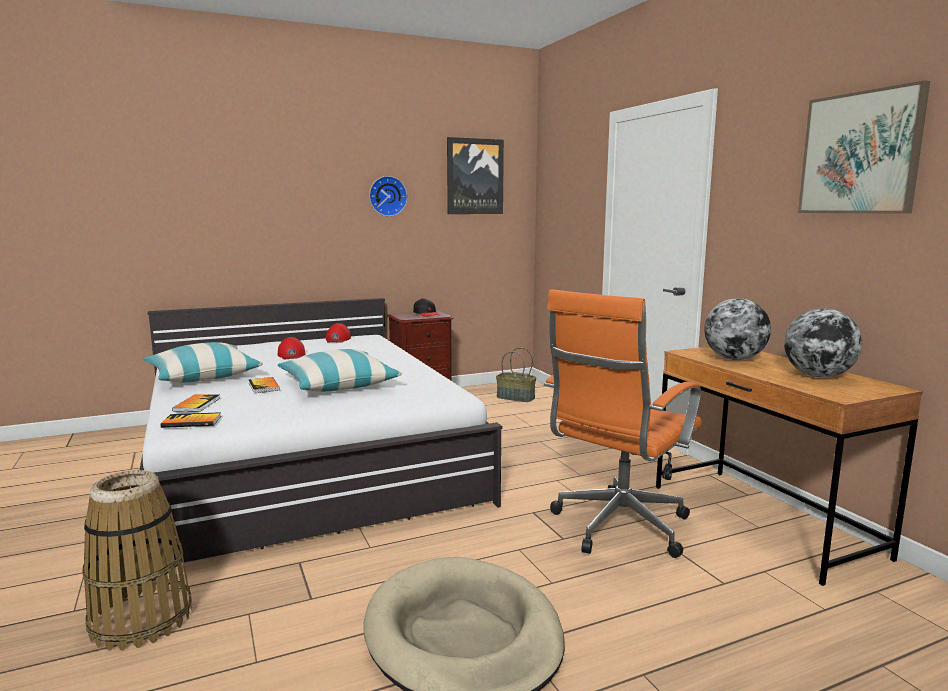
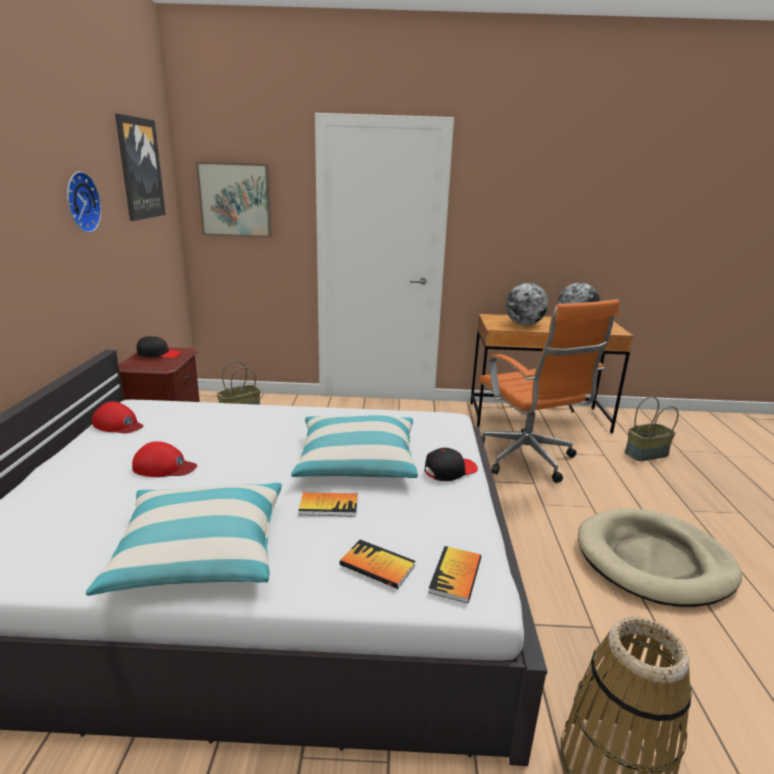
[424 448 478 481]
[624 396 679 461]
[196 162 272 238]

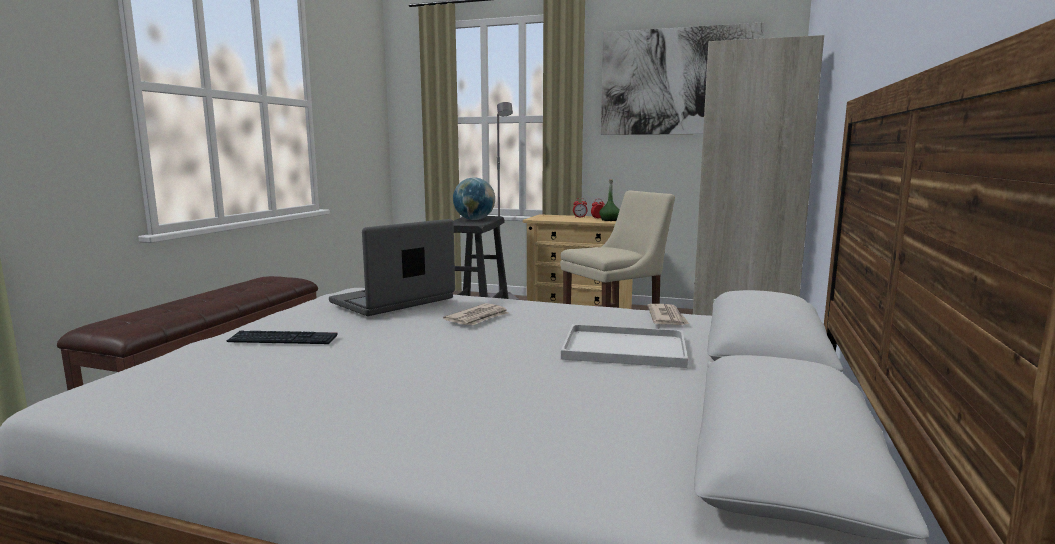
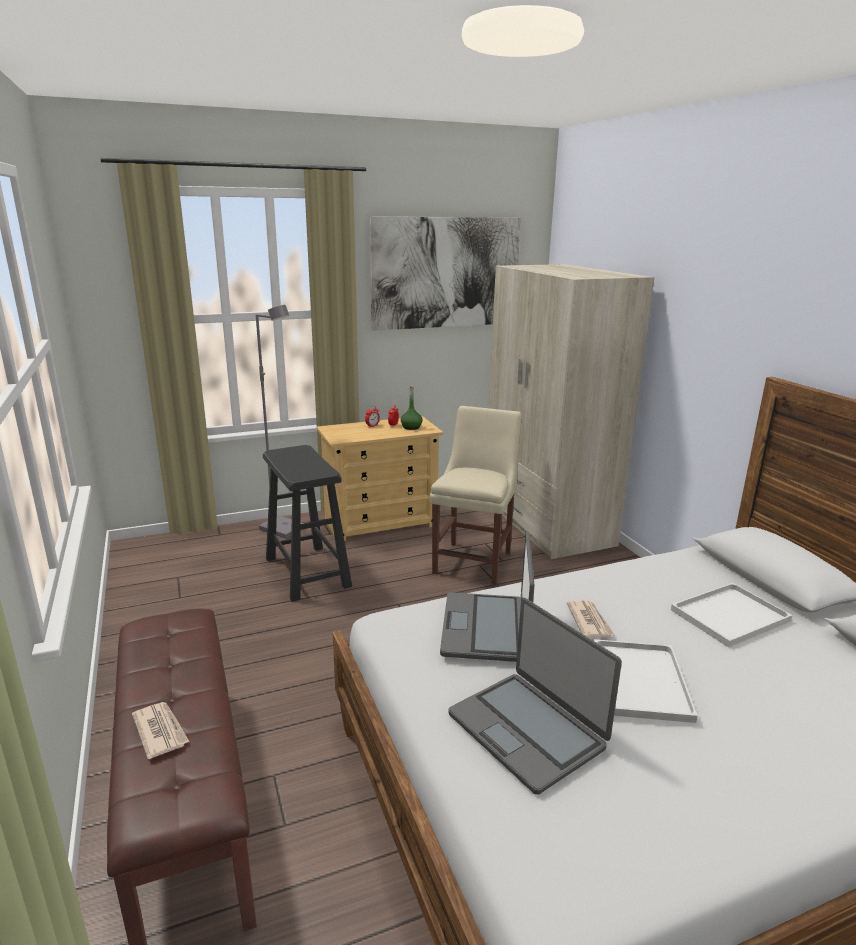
[453 177 495 220] (first image)
[594 639 698 723]
[132 702 189 759]
[448 598 622 795]

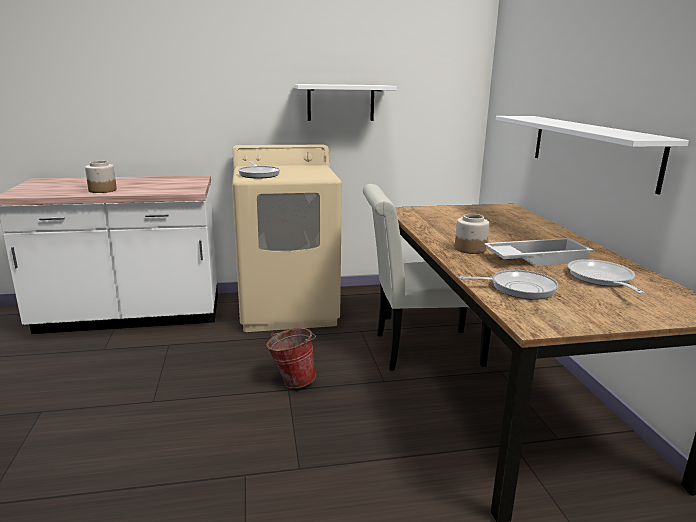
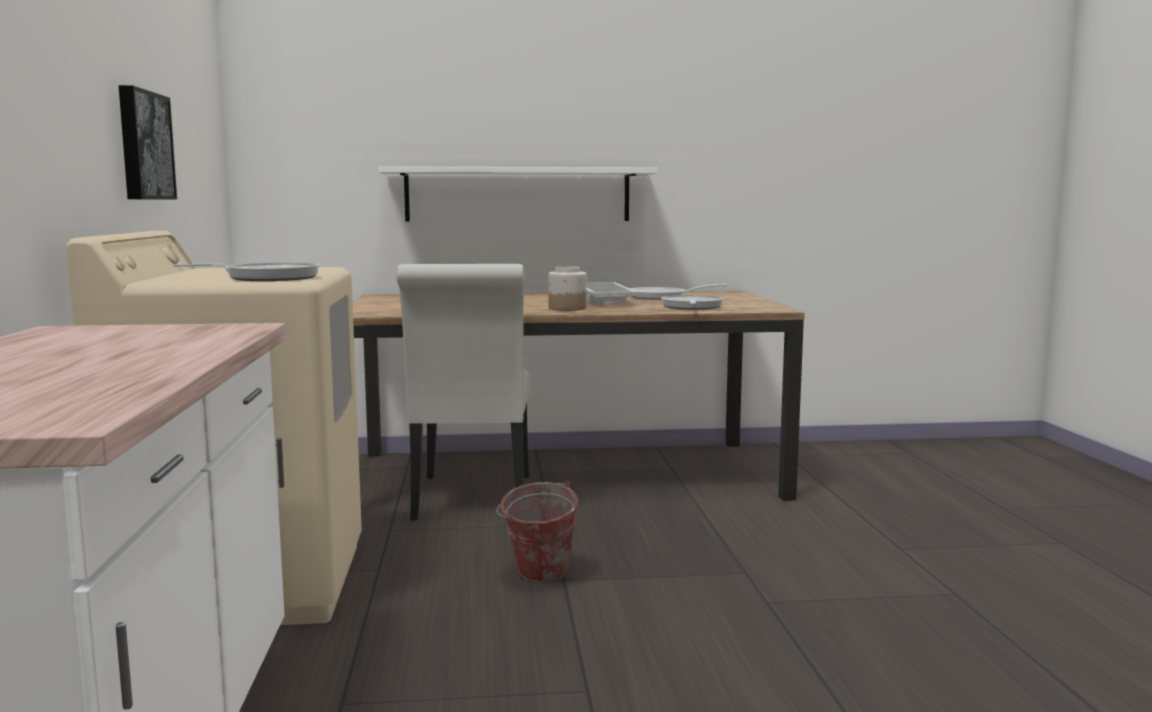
[85 161 117 193] (first image)
[119 85 177 200]

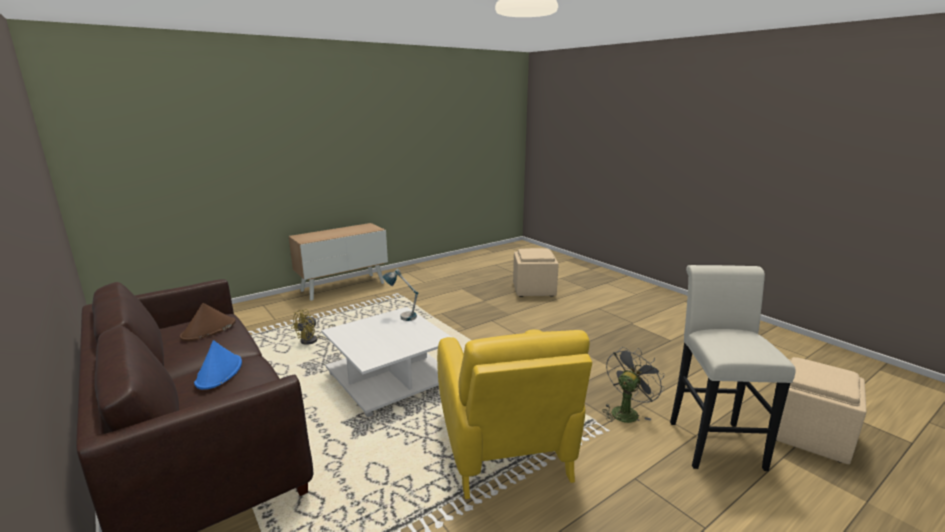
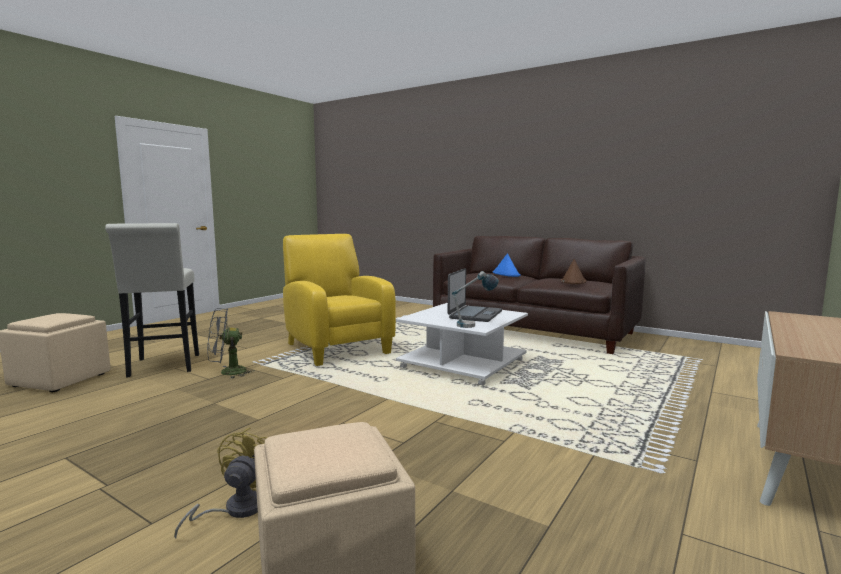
[448 268 502 322]
[174 428 267 539]
[207 308 255 379]

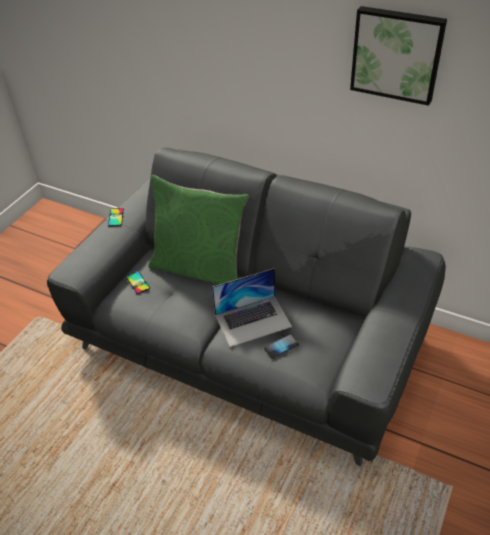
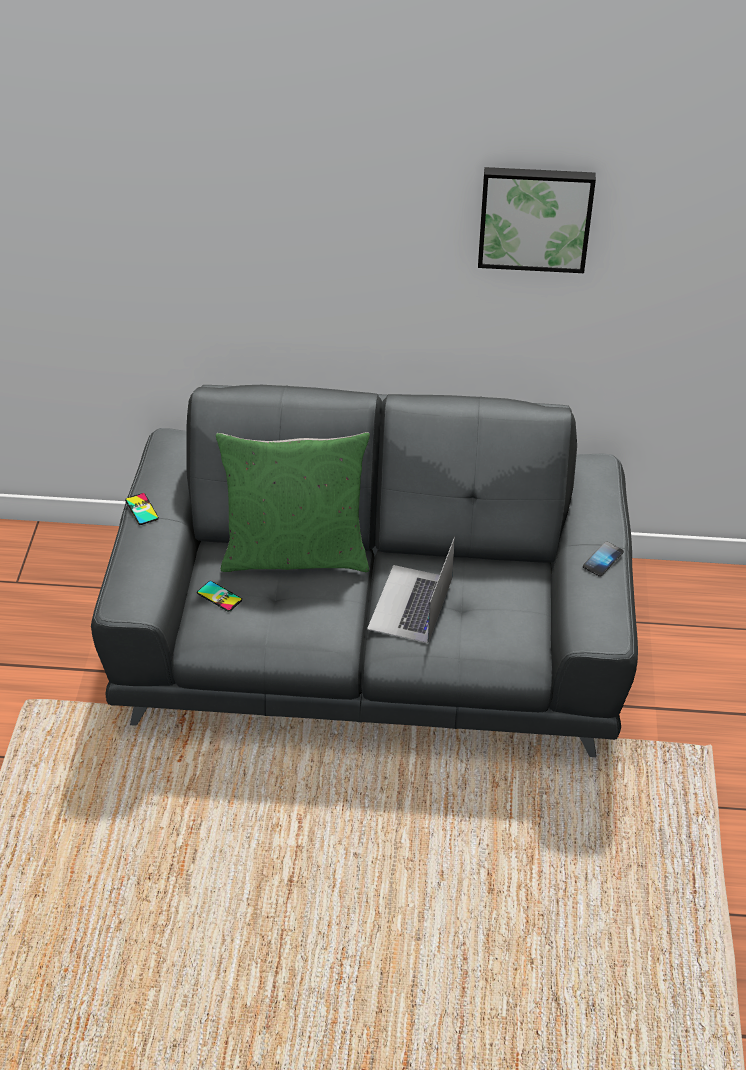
[583 541 624 577]
[367 537 455 643]

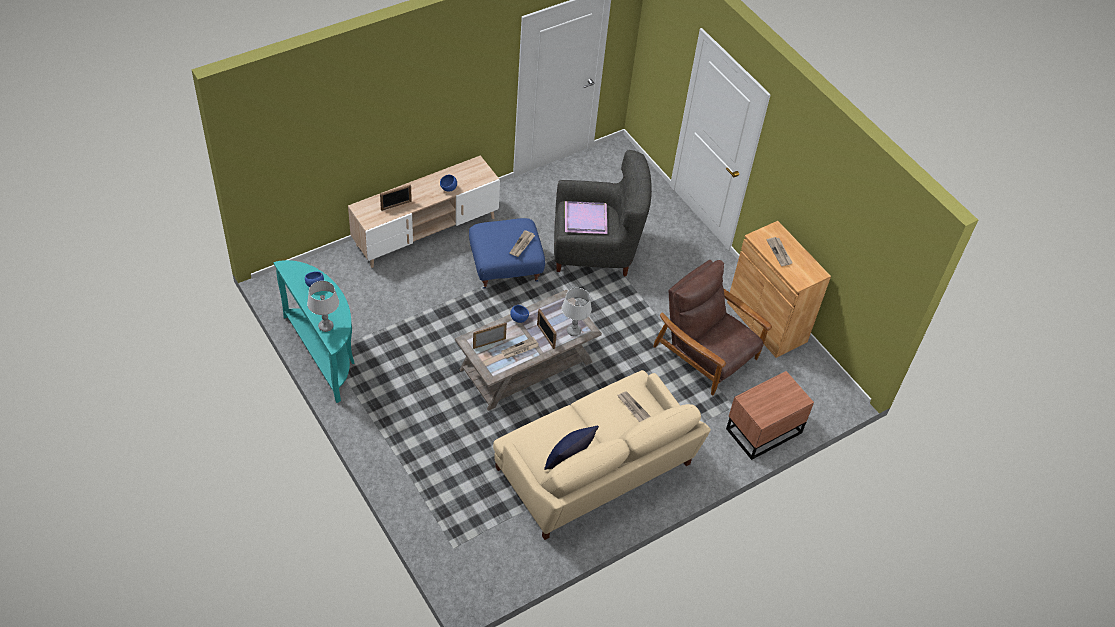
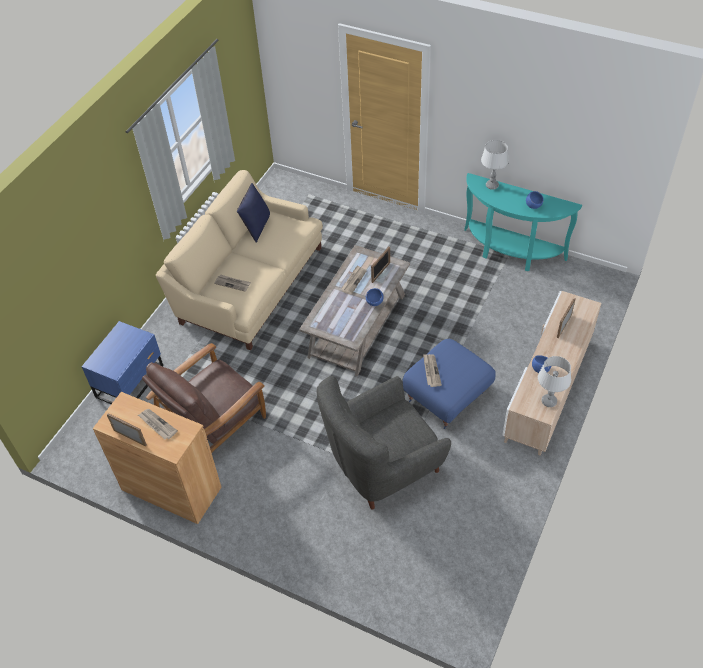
[565 201 608 234] (first image)
[107 414 146 446]
[538 356 571 407]
[82 321 163 404]
[142 343 266 453]

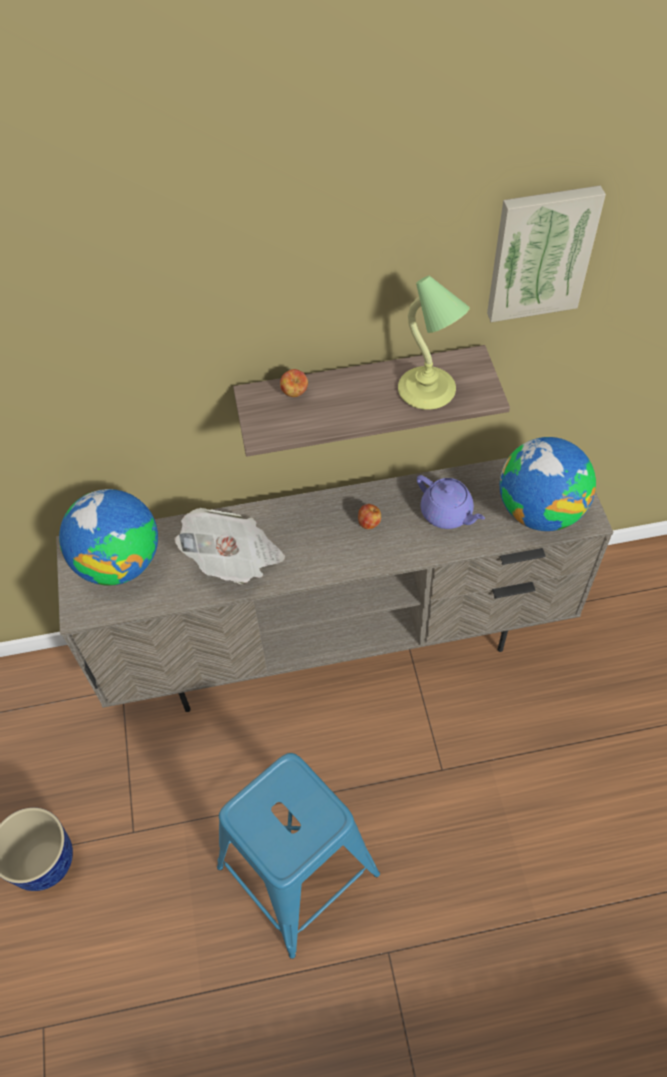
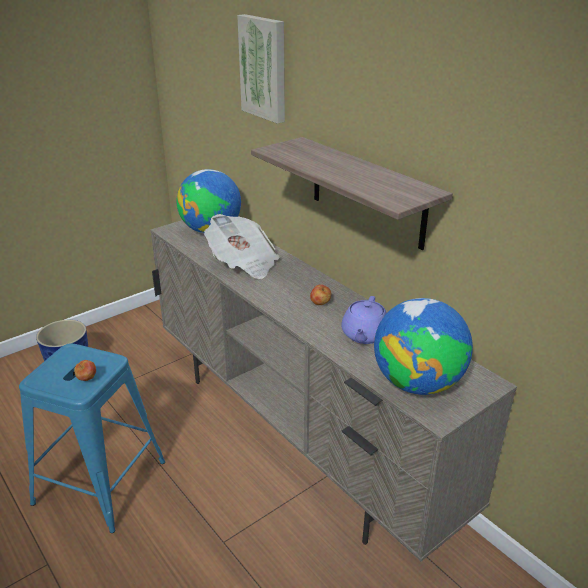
[398 275 470 410] (first image)
[74 360 96 381]
[237 14 285 124]

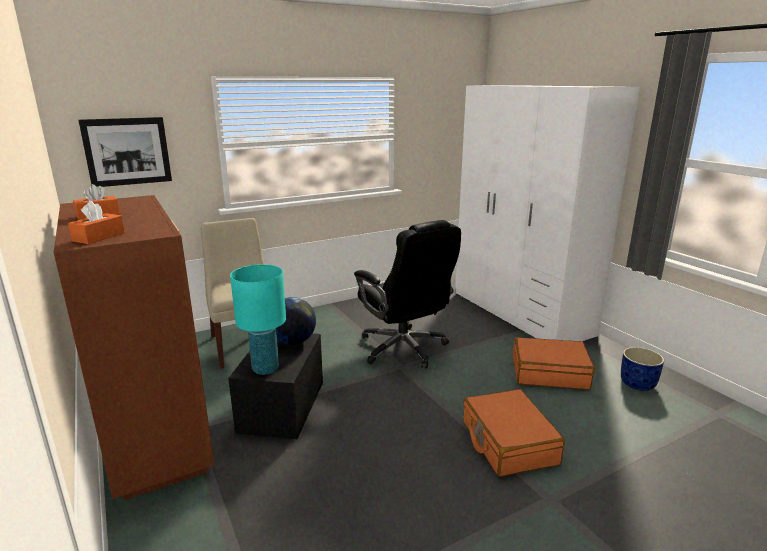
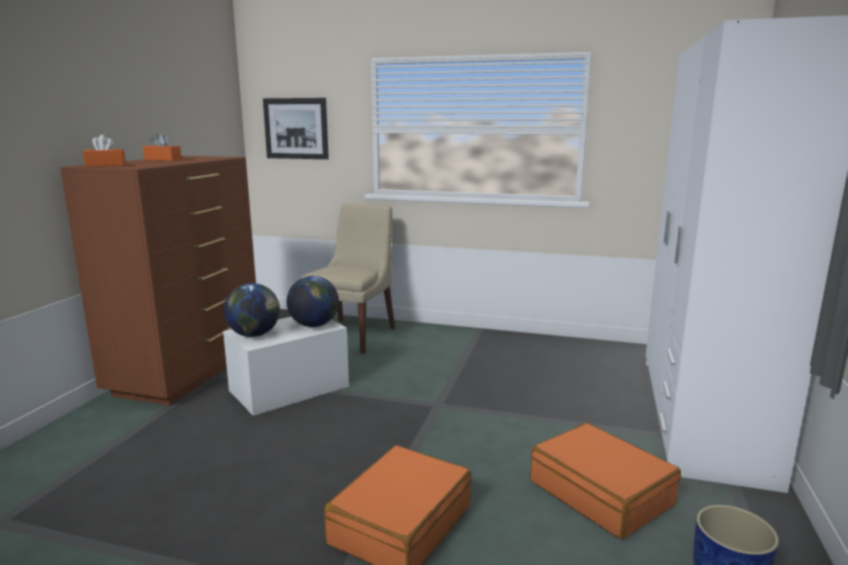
[354 220 461 369] (first image)
[224 283 280 337]
[223 317 349 416]

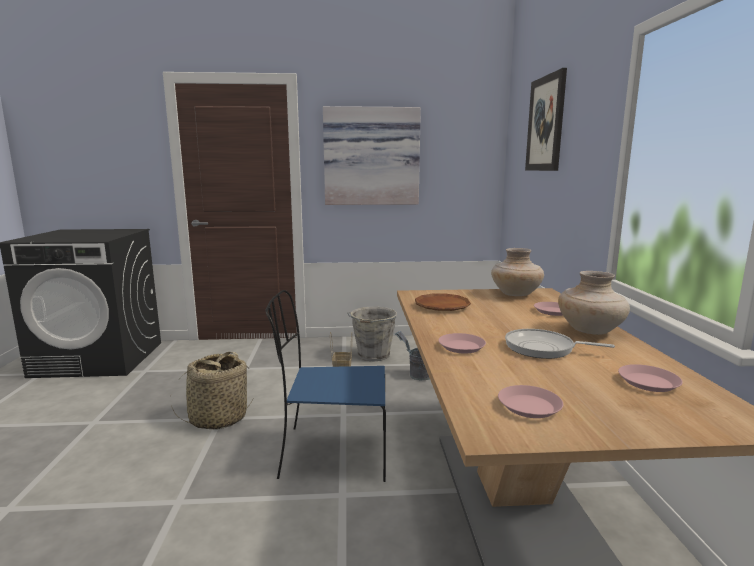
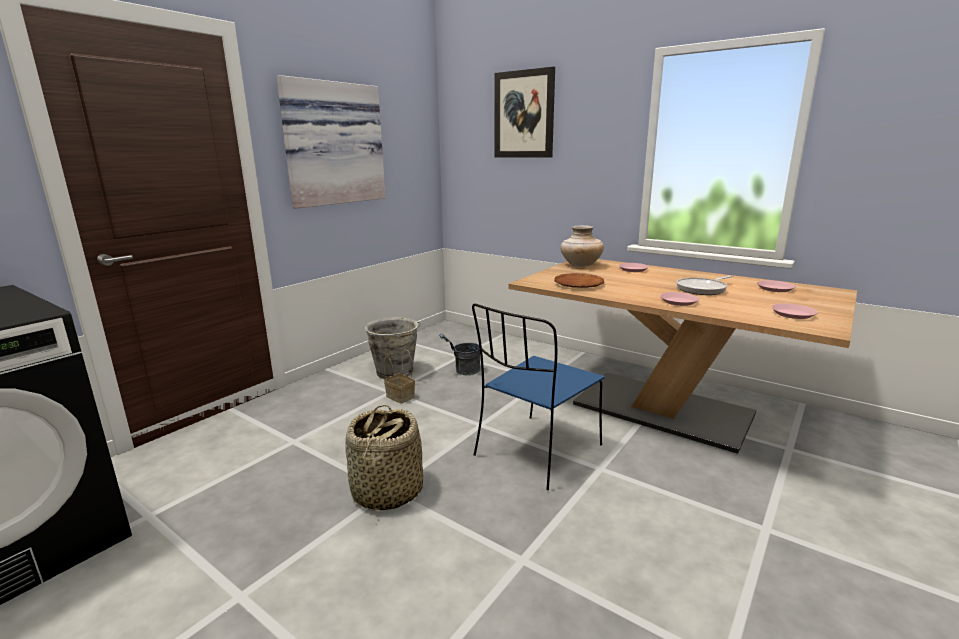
[558 271 630 335] (first image)

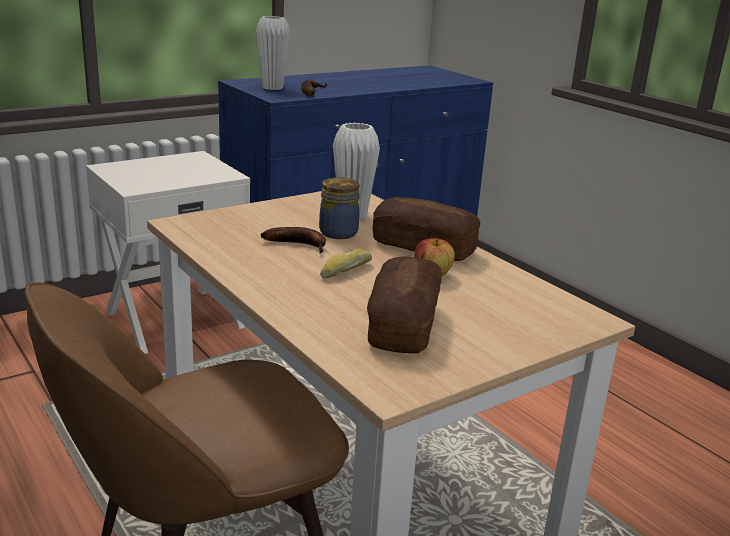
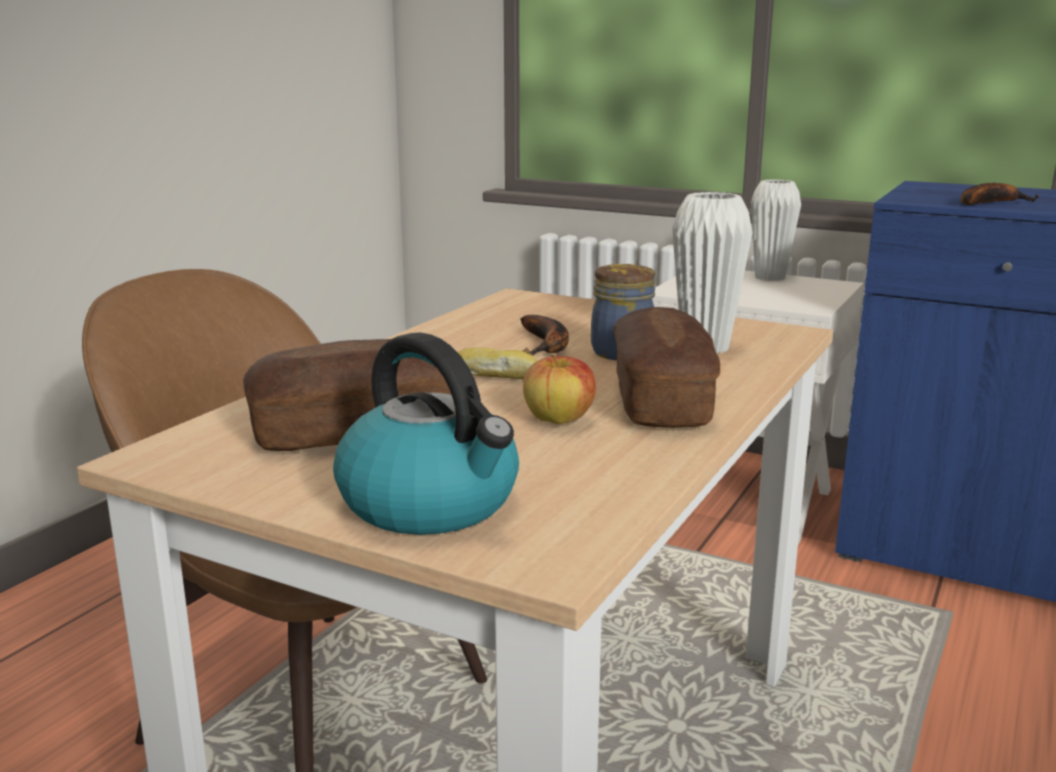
[333 332 519 535]
[751 179 801 281]

